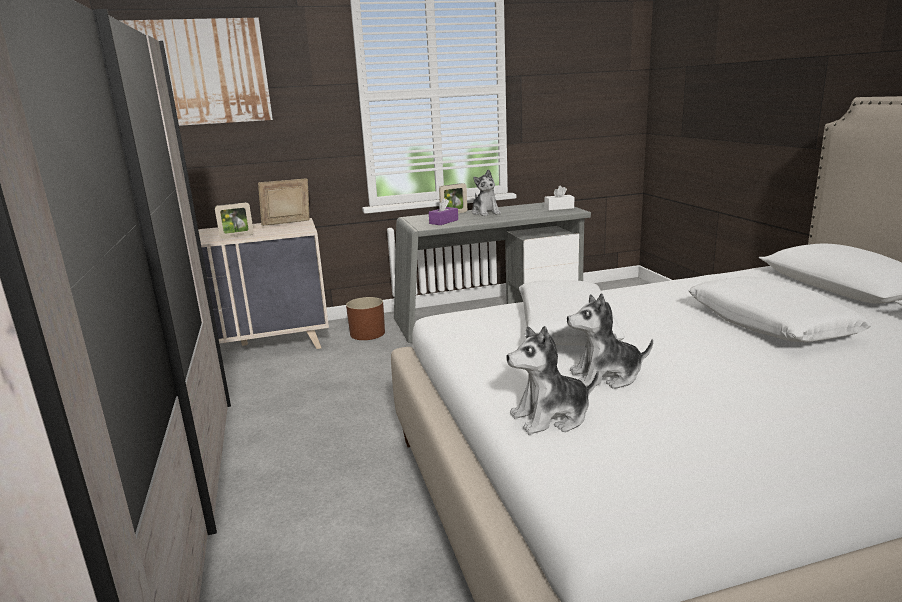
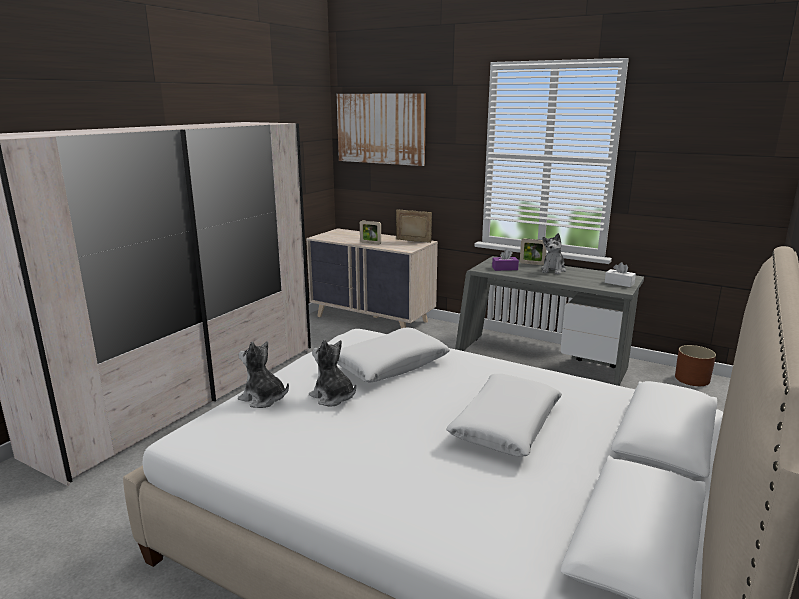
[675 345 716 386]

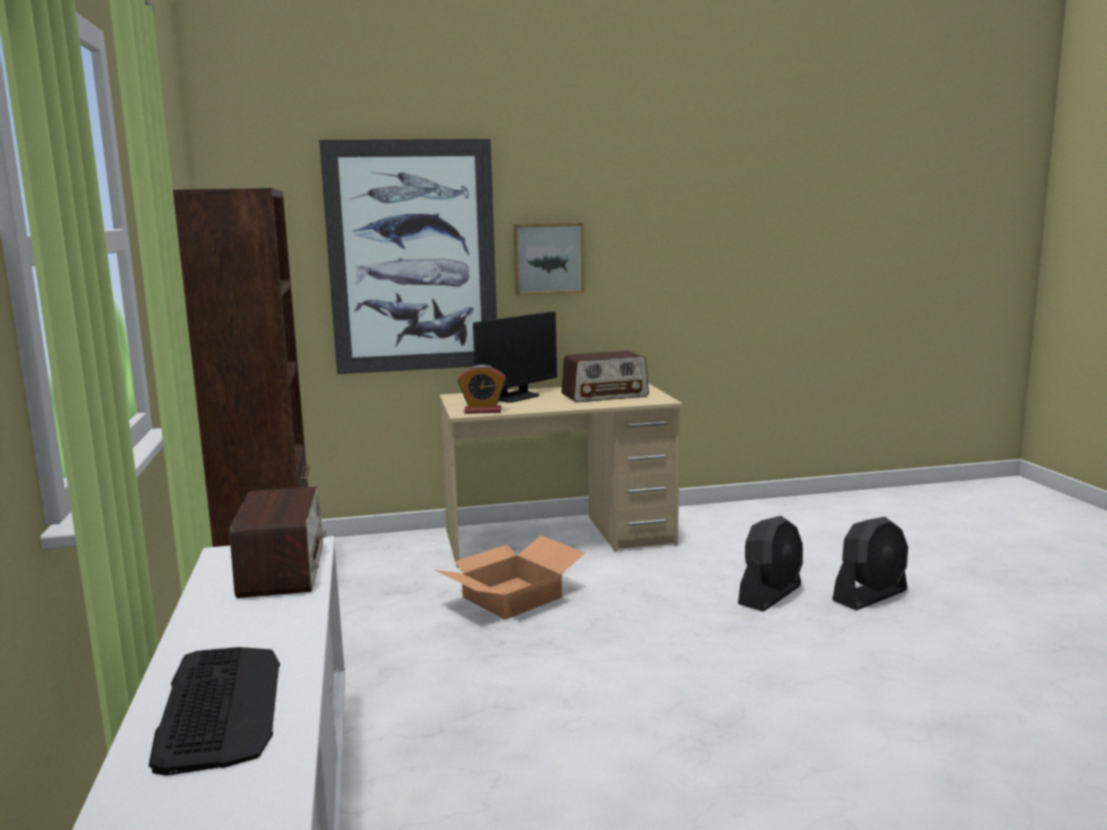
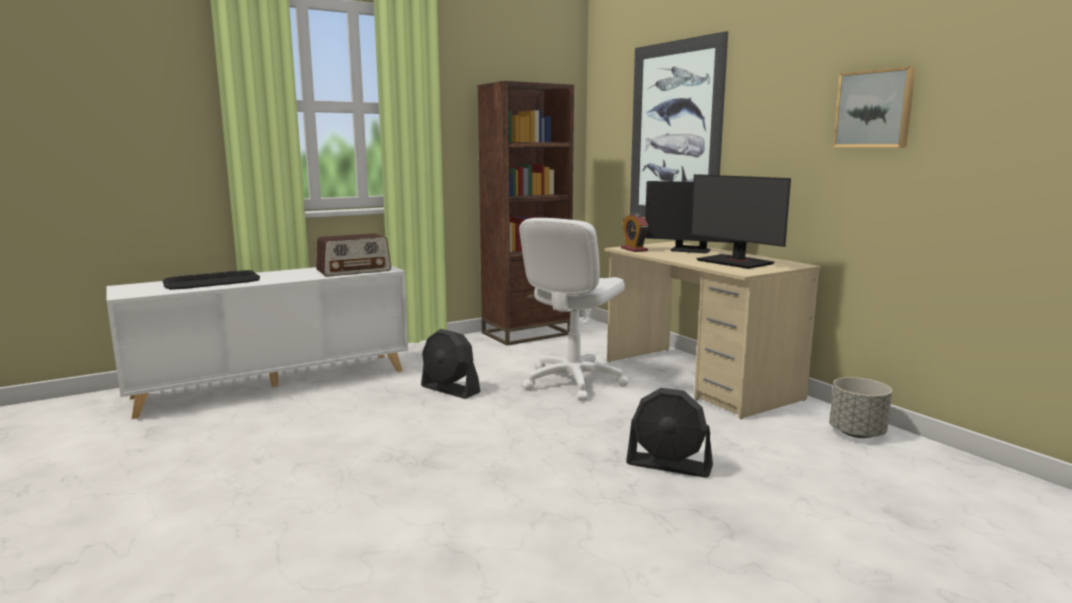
[829 377 892 438]
[833 66 916 147]
[421 329 480 399]
[519 218 628 401]
[691 174 791 269]

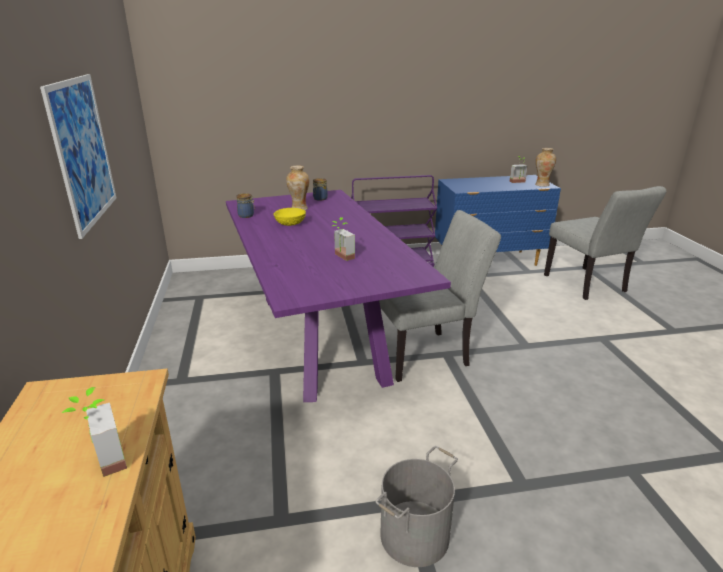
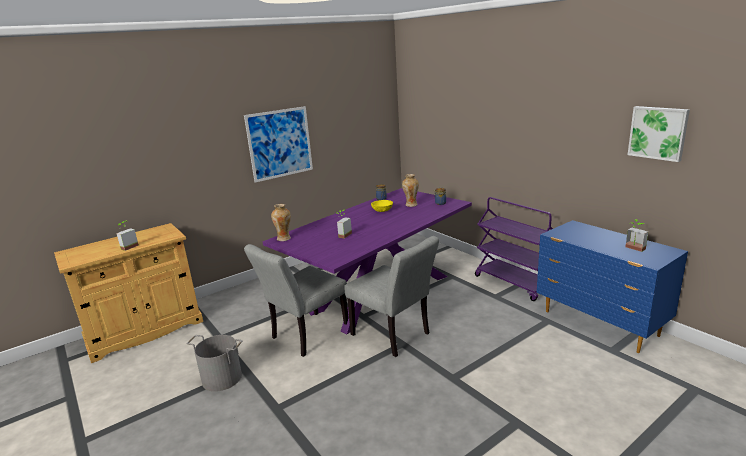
[628 106 690 162]
[271 204 291 241]
[244 244 349 357]

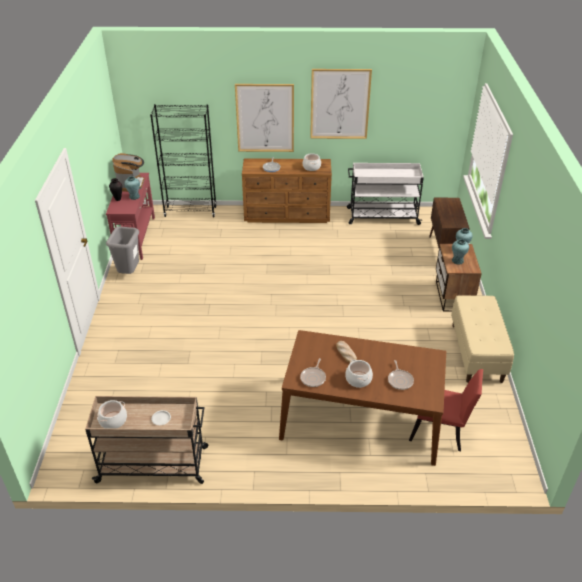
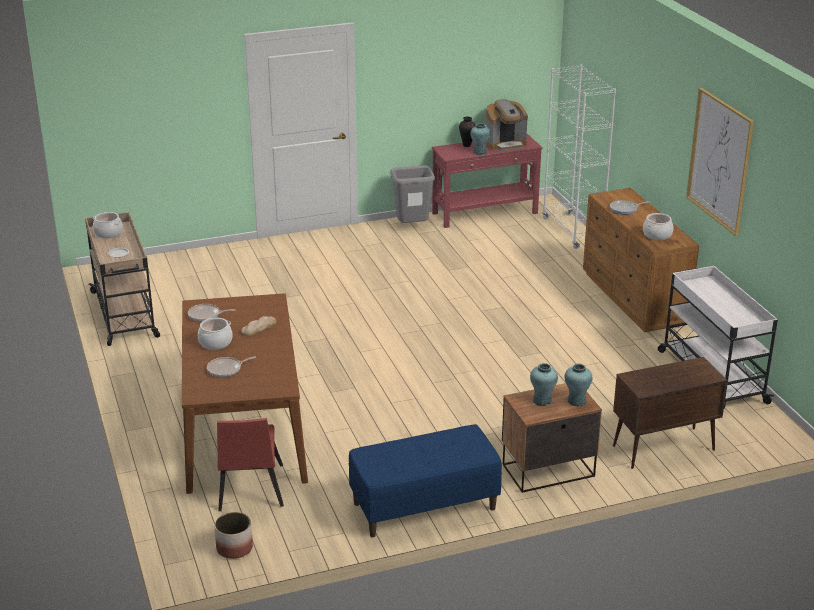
[235 84 294 152] (first image)
[215 512 253 559]
[542 64 616 249]
[349 424 502 537]

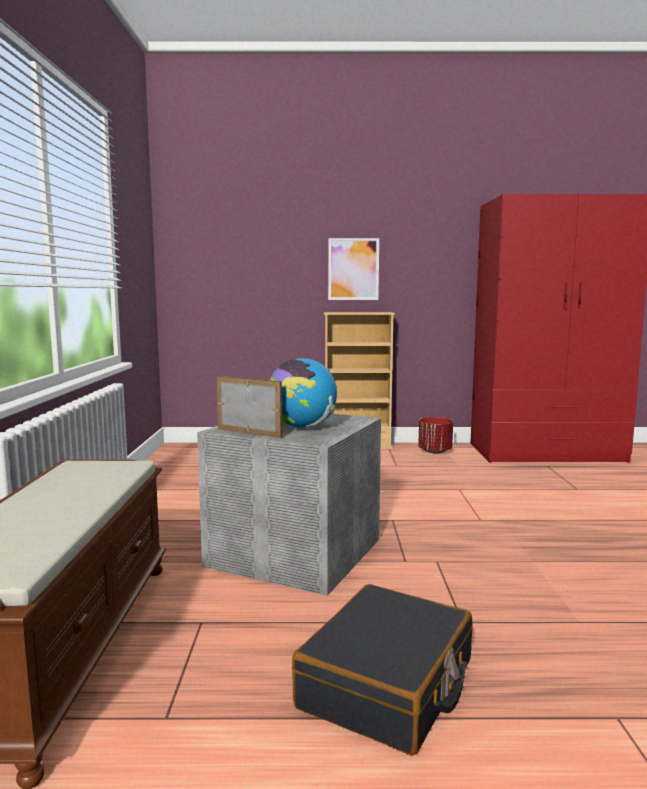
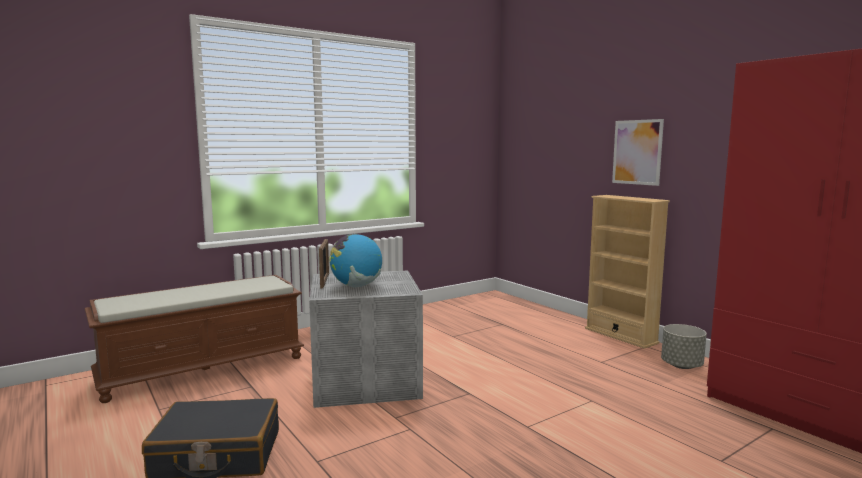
[661 324 707 369]

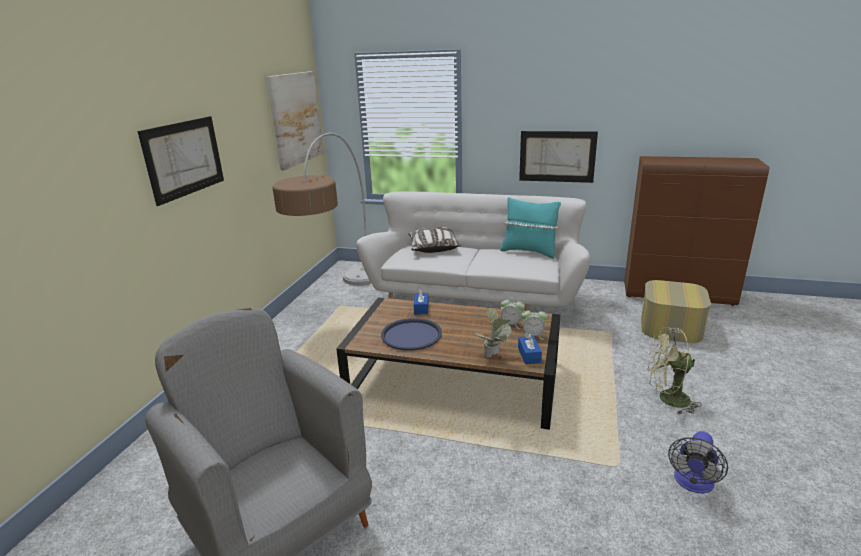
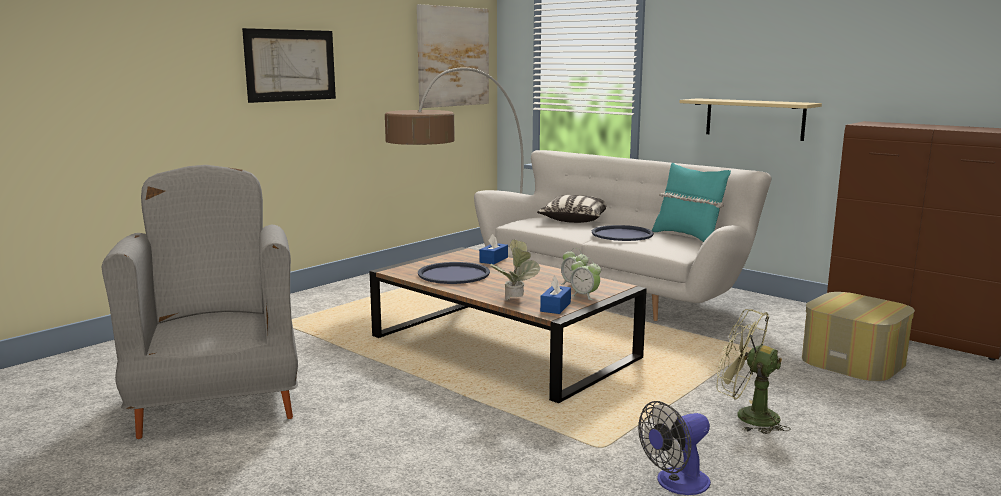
[592 225 654 241]
[679 98 822 141]

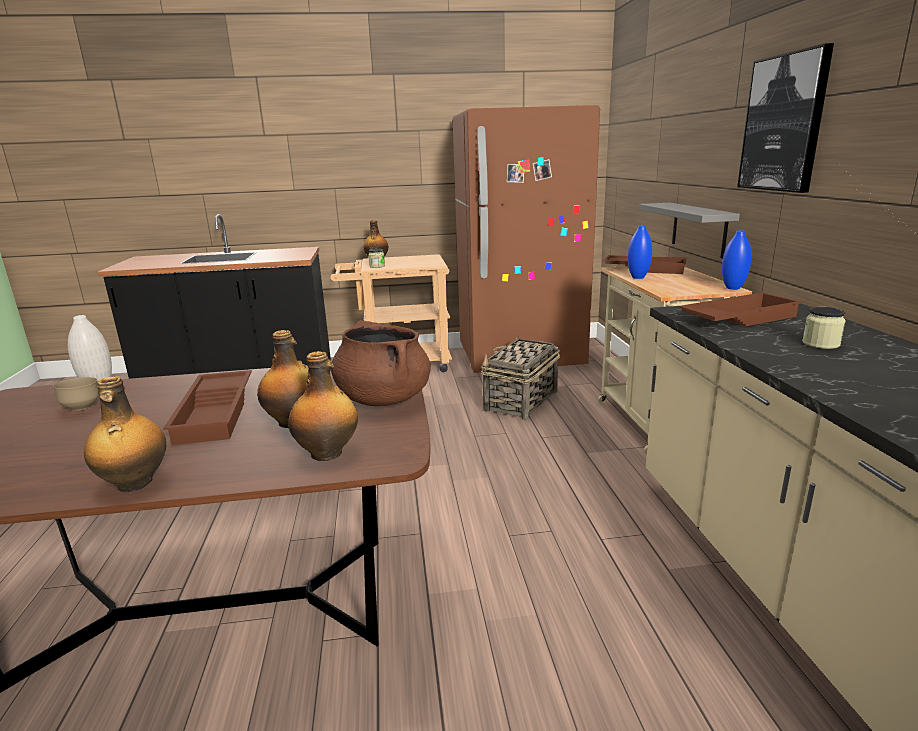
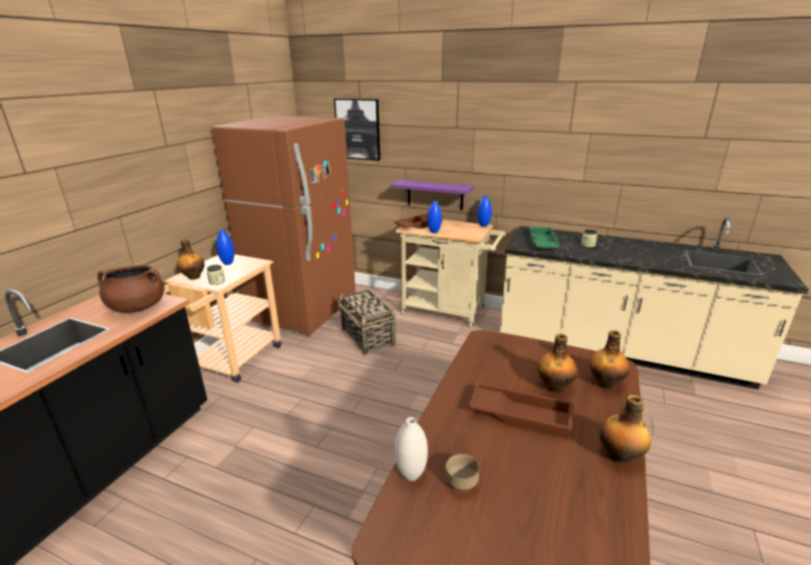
[216 230 234 265]
[97 265 165 313]
[334 98 380 161]
[391 180 473 210]
[529 227 560 248]

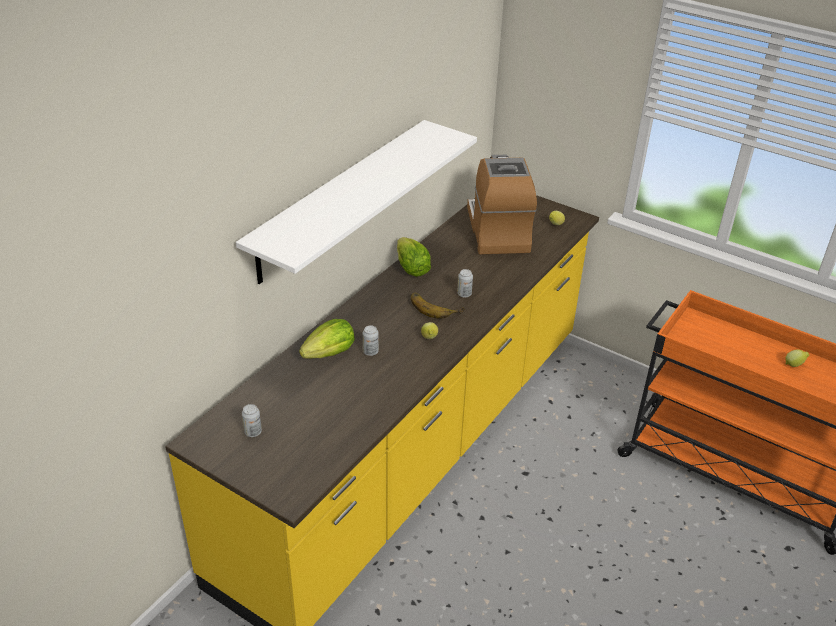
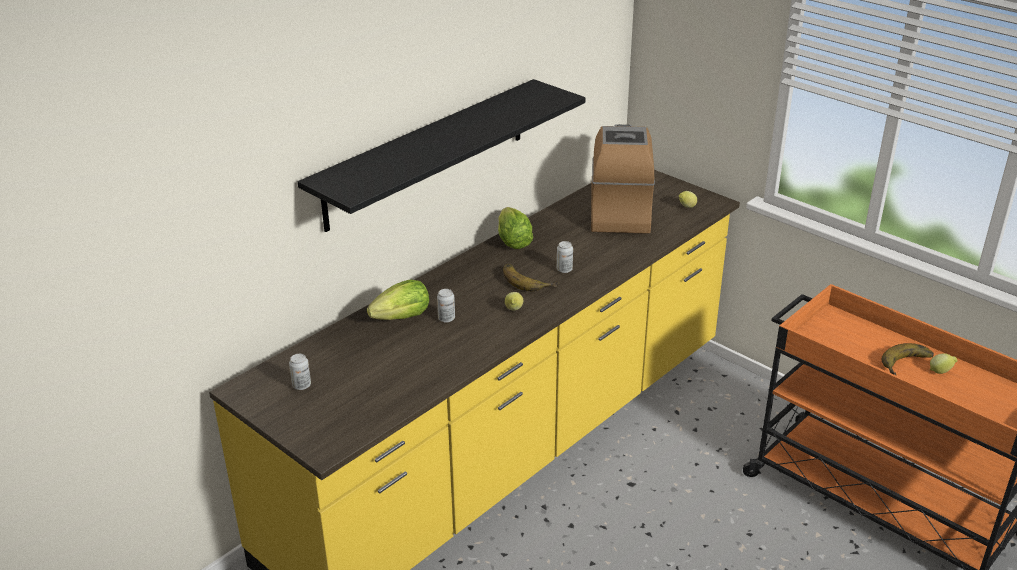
[882 343 934 376]
[298 79 585 232]

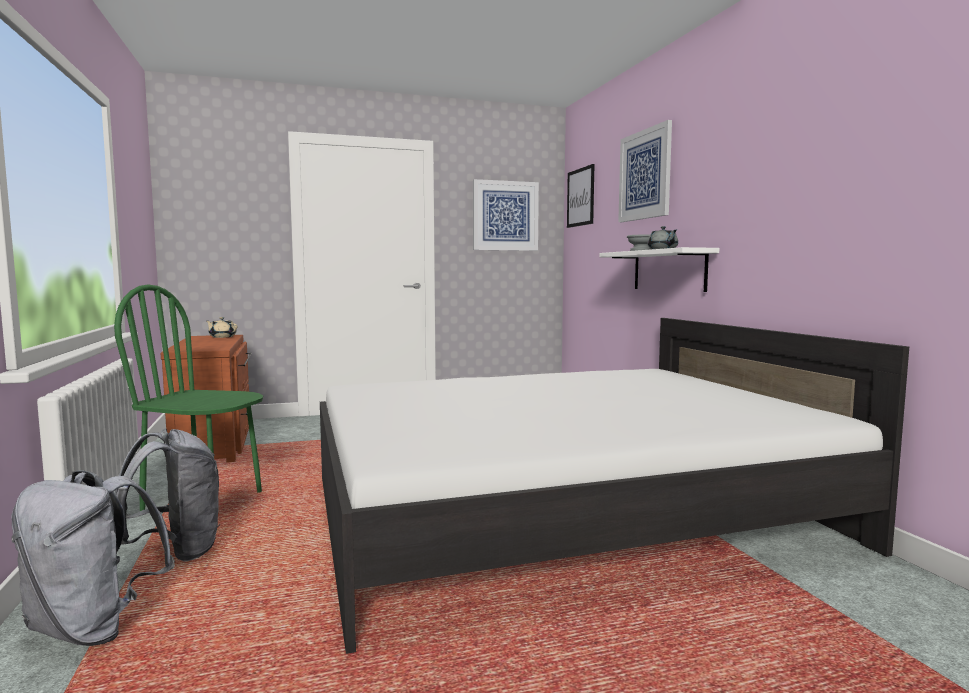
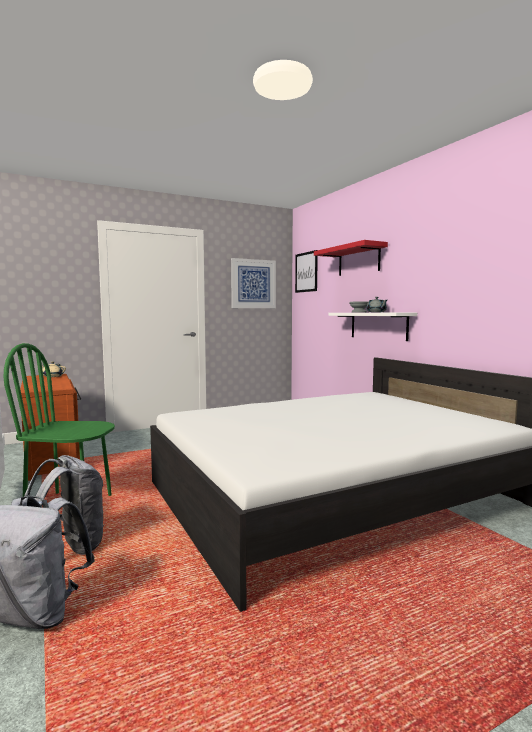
[314 240 388 276]

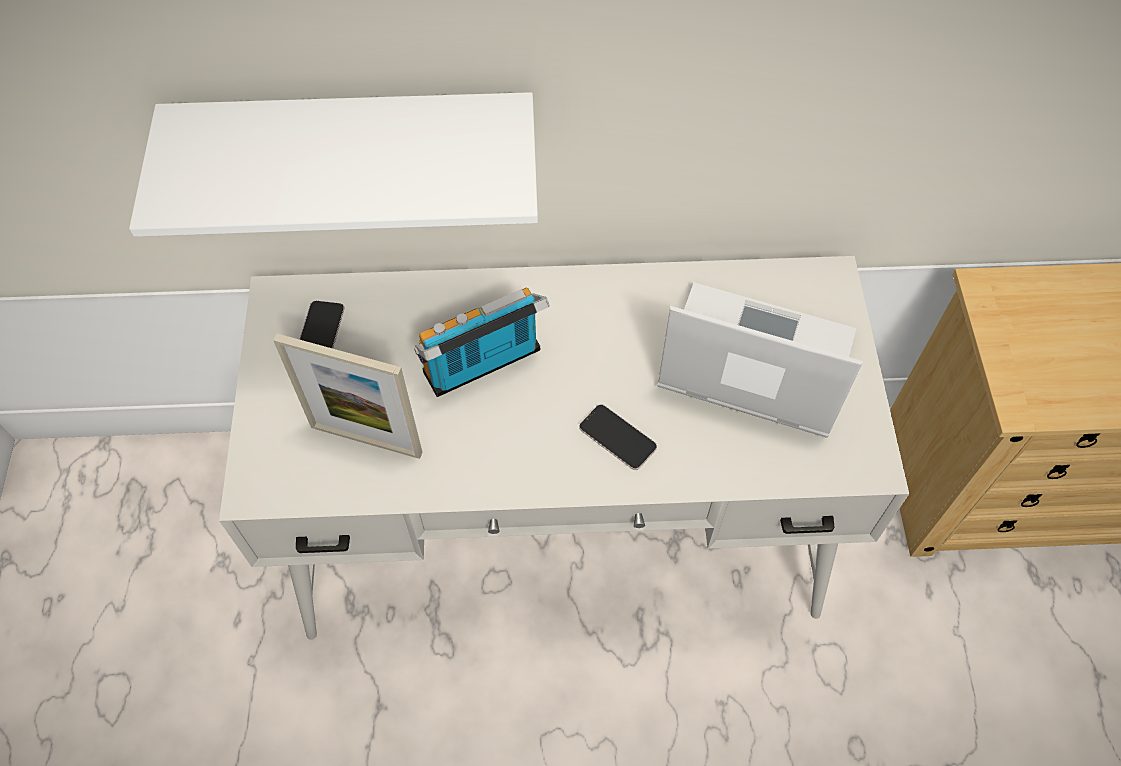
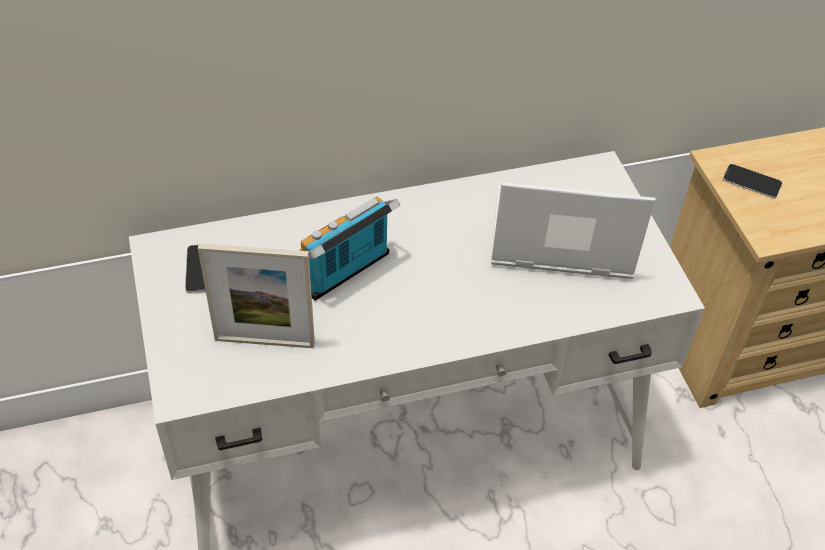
[129 92 538 237] (first image)
[723 164 782 198]

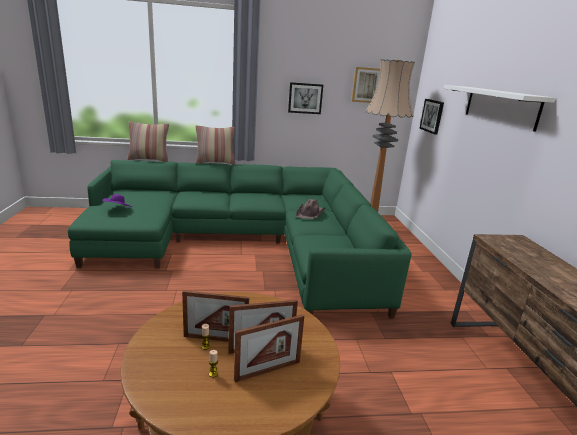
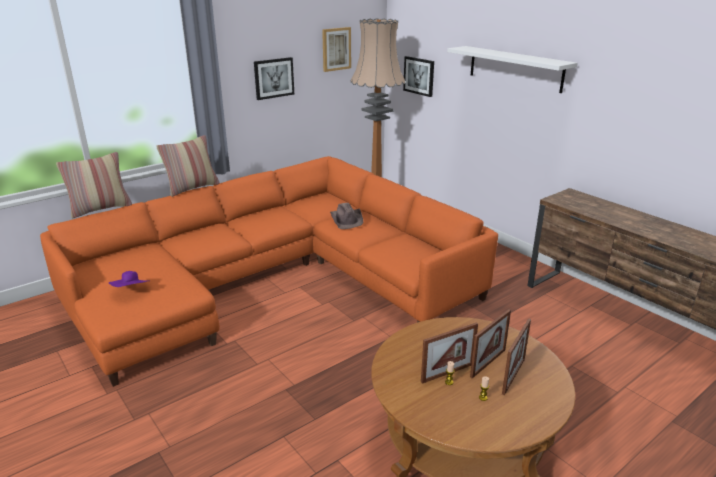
[40 156 498 387]

